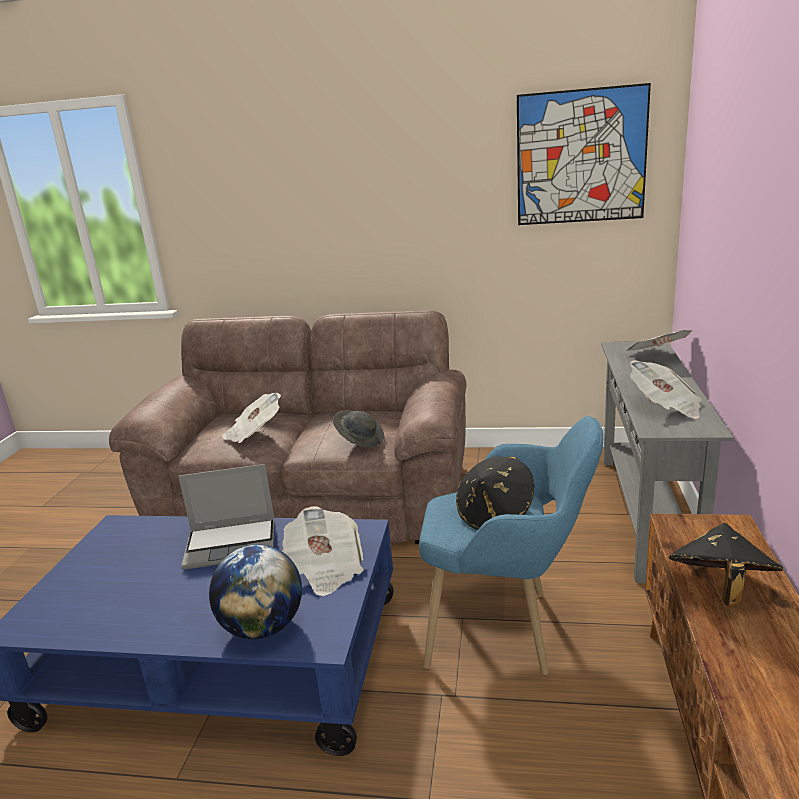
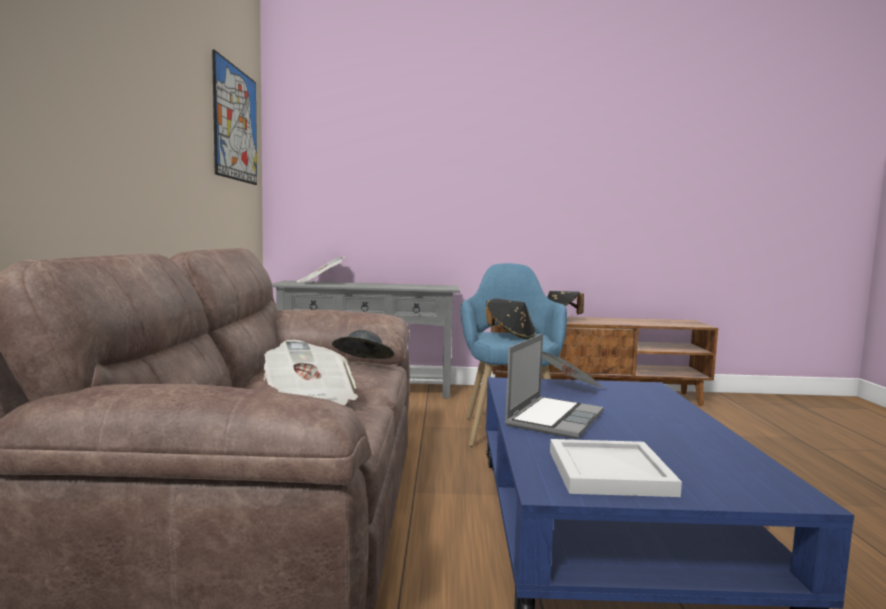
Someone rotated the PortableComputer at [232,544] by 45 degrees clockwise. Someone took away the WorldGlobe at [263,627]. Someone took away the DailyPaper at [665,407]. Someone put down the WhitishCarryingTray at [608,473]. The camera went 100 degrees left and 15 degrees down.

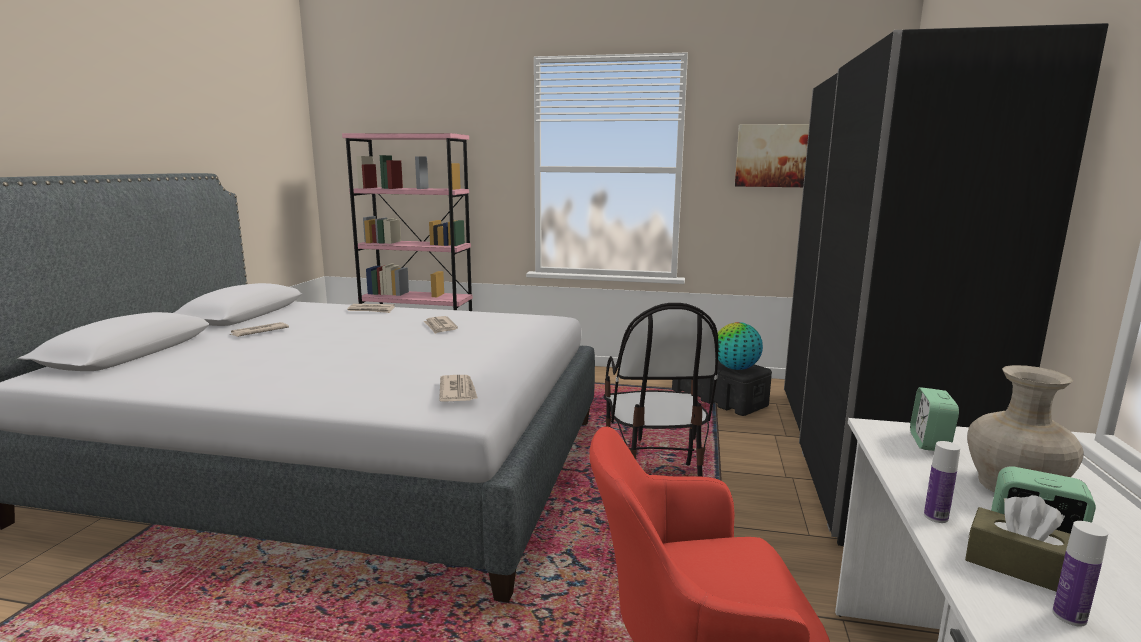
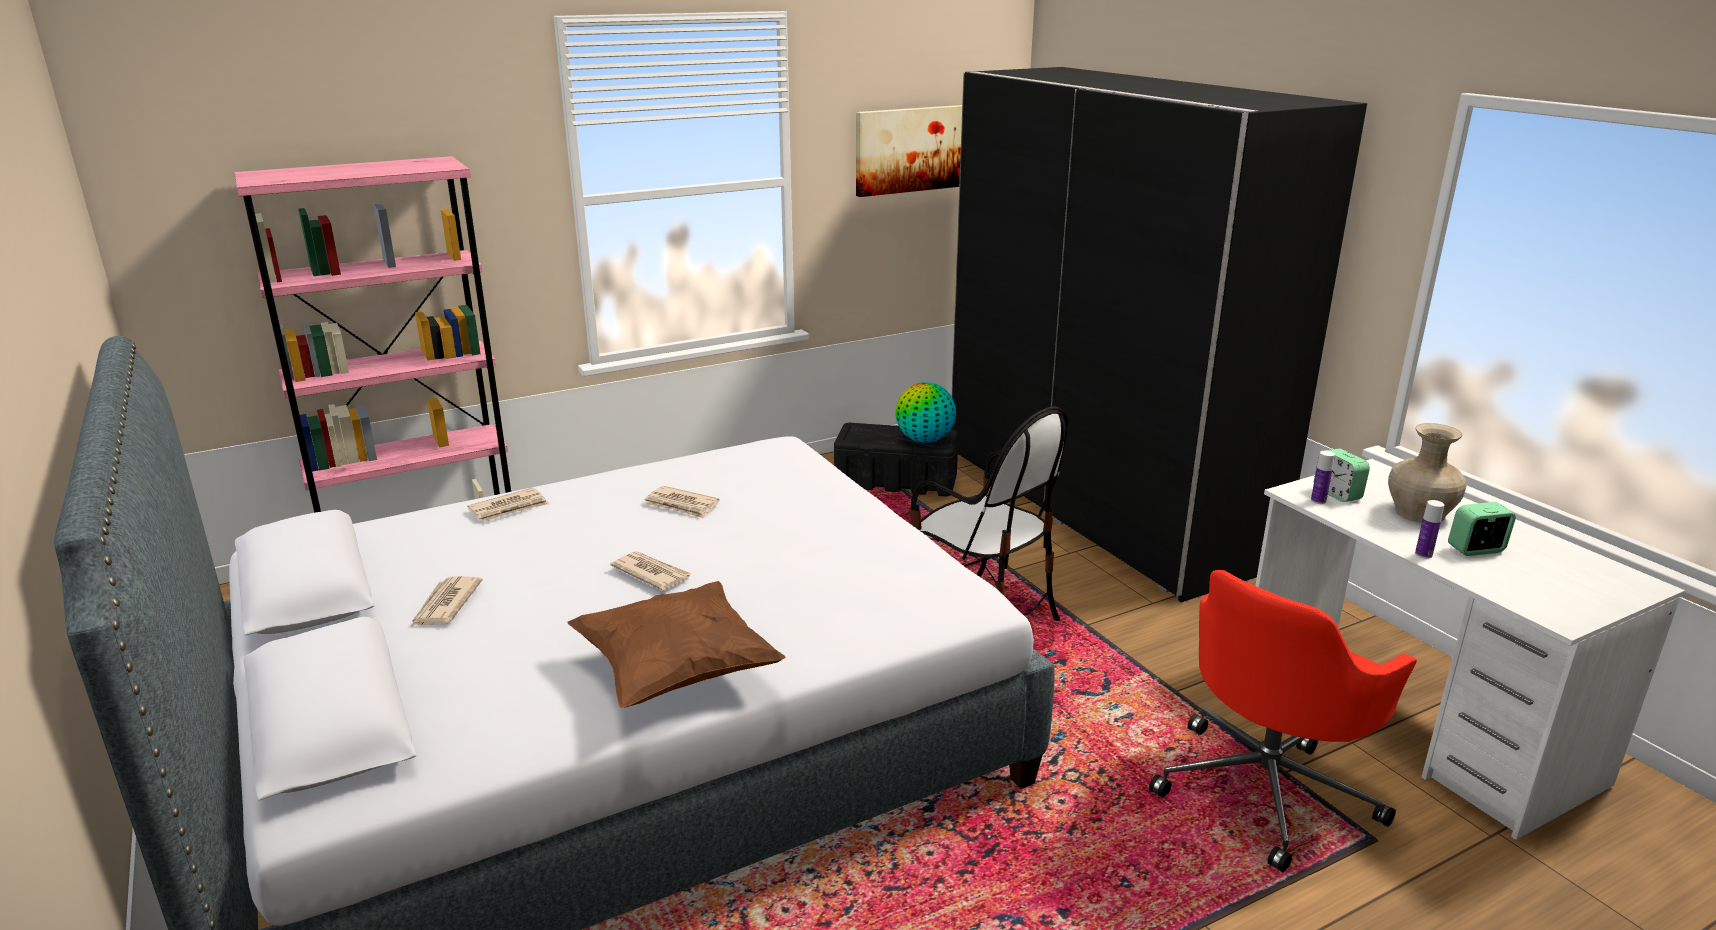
Someone carried the DailyPaper from [458,391] to [651,573]. Someone took away the BrownColouredBoxOfTissues at [1021,567]. Someone carried the BeverageBottle from [1069,616] to [1318,501]. Someone put down the BrownColouredCushion at [677,672]. The camera went 40 degrees left and 10 degrees up.

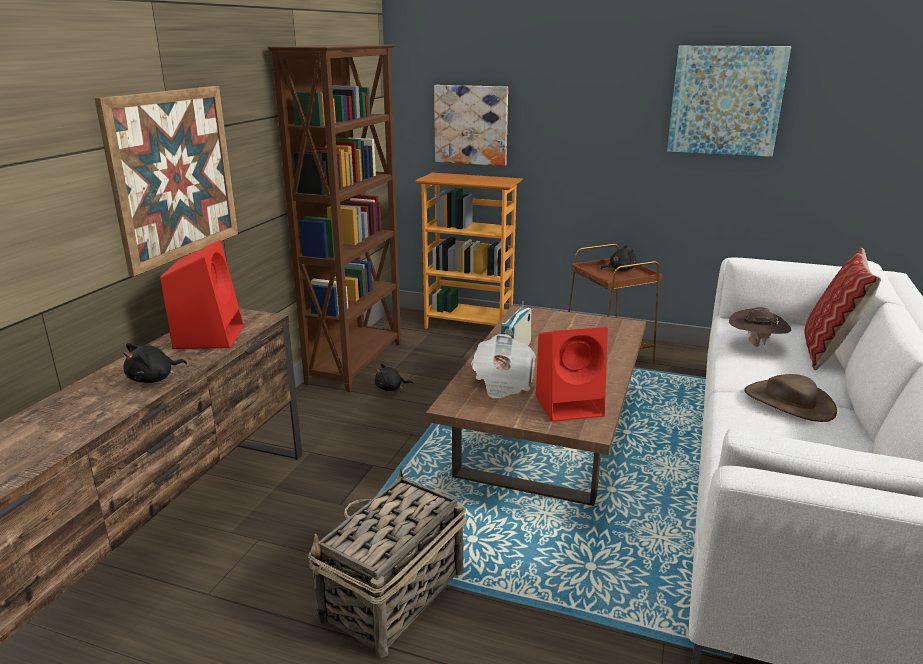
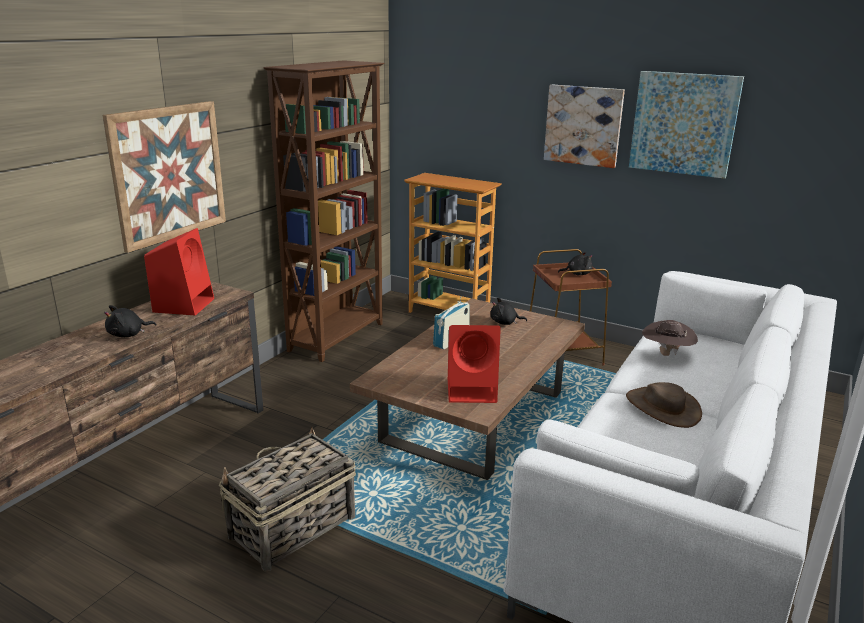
Someone carried the BlackColouredPlushToy from [391,388] to [505,323]. Someone carried the WallPicture from [471,125] to [583,125]. Someone took away the DailyPaper at [502,383]. Someone took away the Cushion at [828,352]. The camera went 10 degrees right and 0 degrees up.

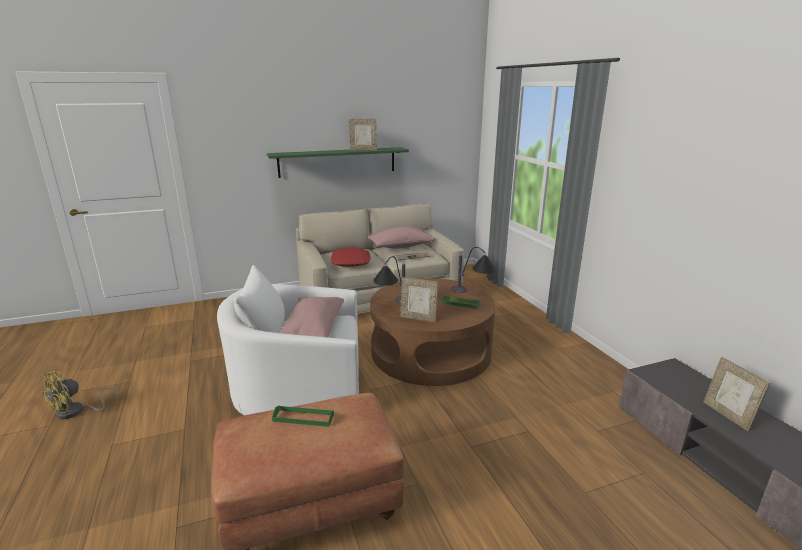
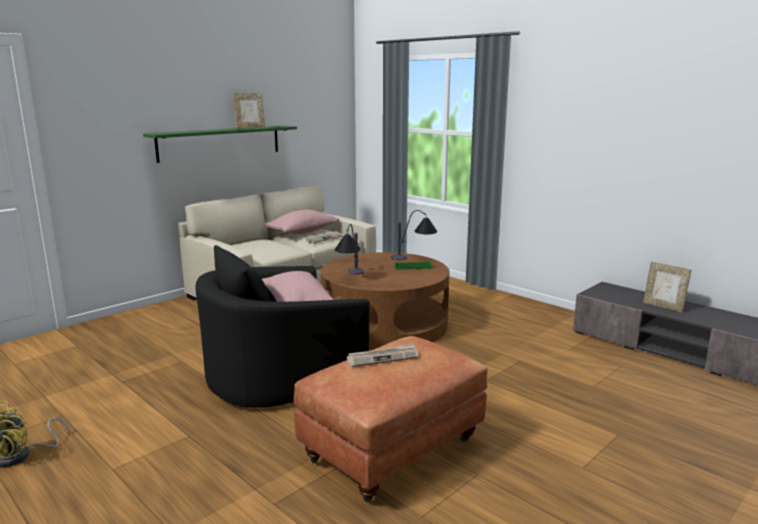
Someone repainted the WhitishLoungeChair at [300,386], which became the BlackColouredLoungeChair at [281,375]. Someone swapped the GreenCarryingTray at [303,418] for the DailyPaper at [383,357]. Someone took away the RedCushion at [351,262]. Someone took away the PhotoFrame at [418,318]. The camera went 25 degrees left and 5 degrees down.

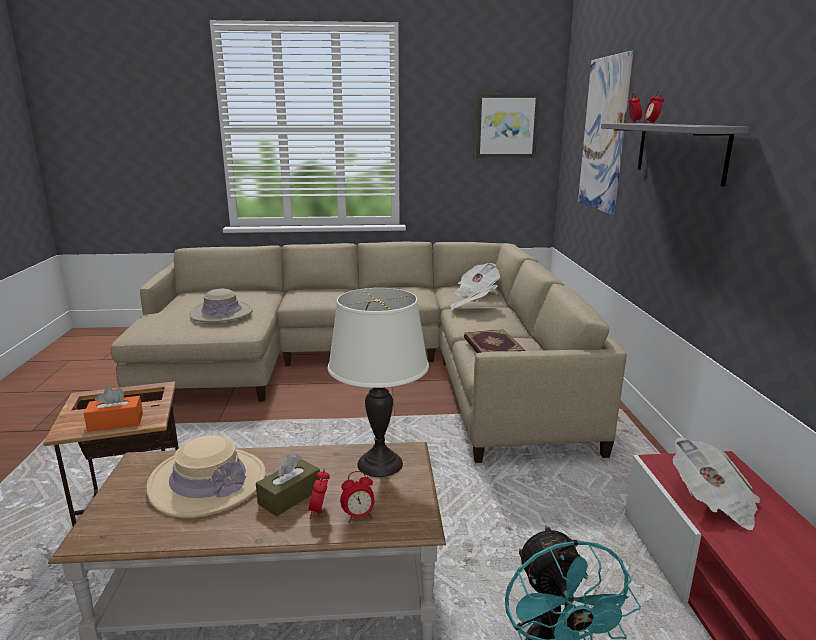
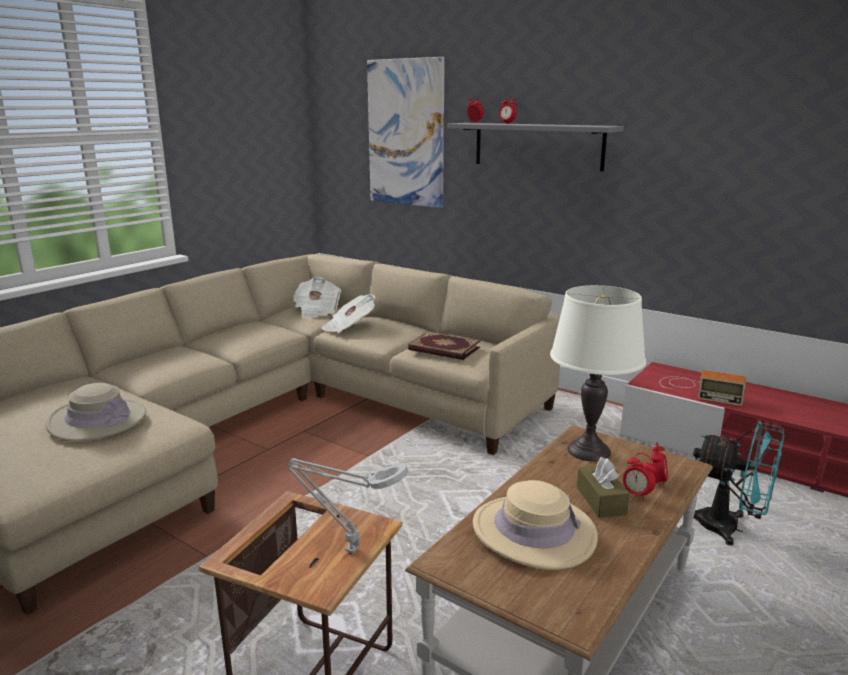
Someone swapped the OrangeColouredBoxOfTissues at [116,422] for the GreyTableLamp at [348,549]. Someone took away the WallPicture at [506,125]. Someone swapped the DailyPaper at [713,502] for the RadioSet at [698,390]. The camera went 50 degrees left and 0 degrees up.

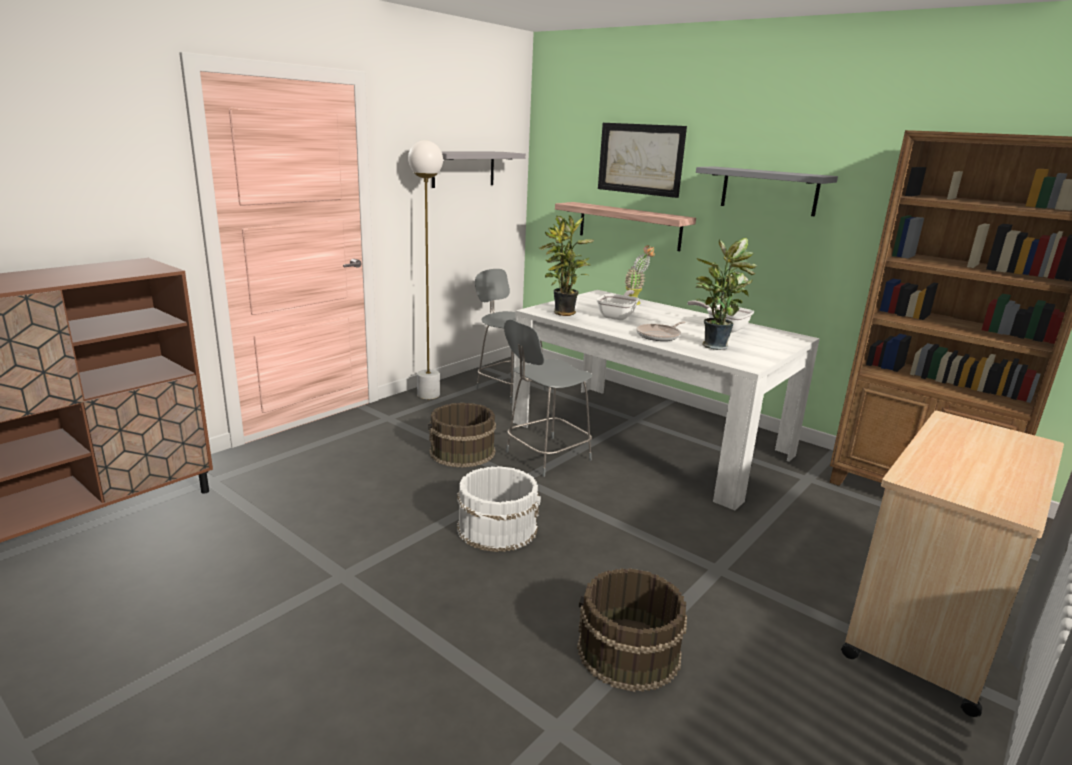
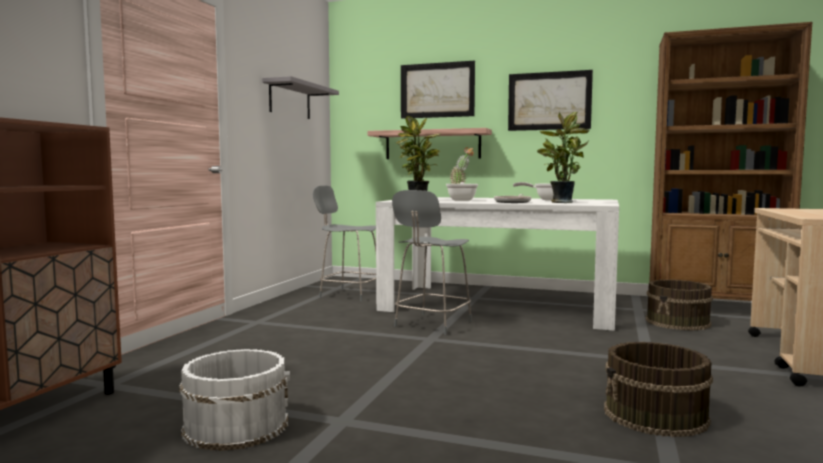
Someone took away the WhitishFloorLamp at [428,395]. Someone carried the BrownColouredPail from [462,452] to [678,322]. Someone carried the WhitishPail from [497,528] to [236,426]. Someone swapped the GreyBracketShelf at [769,191] for the WallPicture at [549,101]. The camera went 20 degrees left and 15 degrees down.

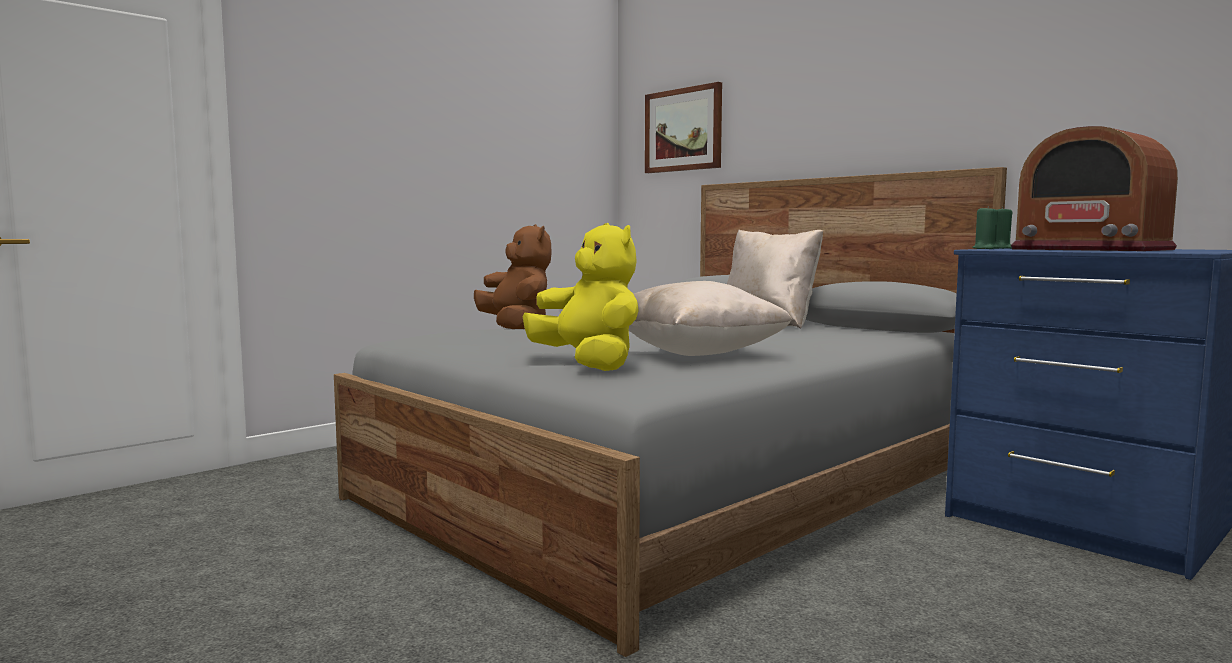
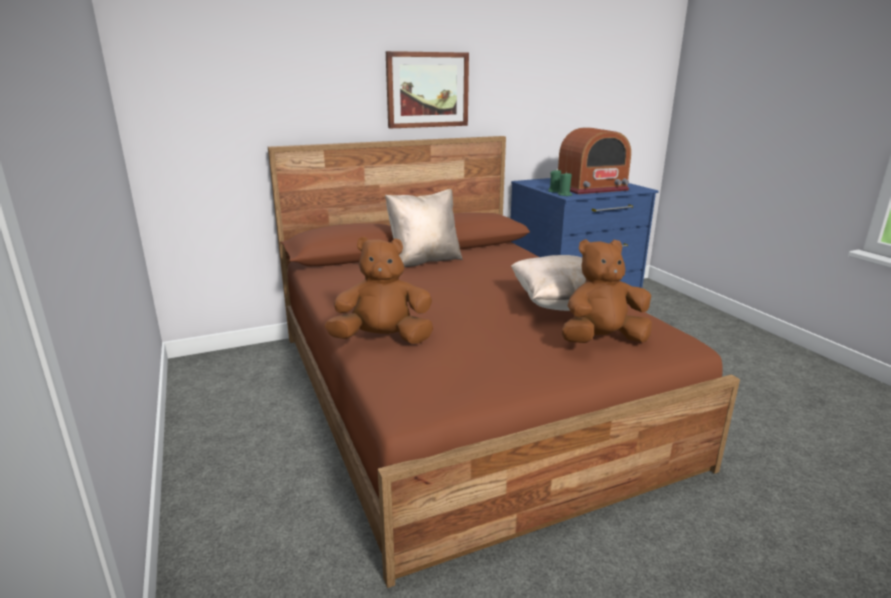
Someone repainted the GreySleepingBed at [683,485], which became the BrownColouredSleepingBed at [462,392]. Someone repainted the YellowPlushToy at [589,364], which became the BrownColouredPlushToy at [602,340]. Someone carried the WallPicture from [683,130] to [427,90]. The camera went 70 degrees left and 15 degrees up.

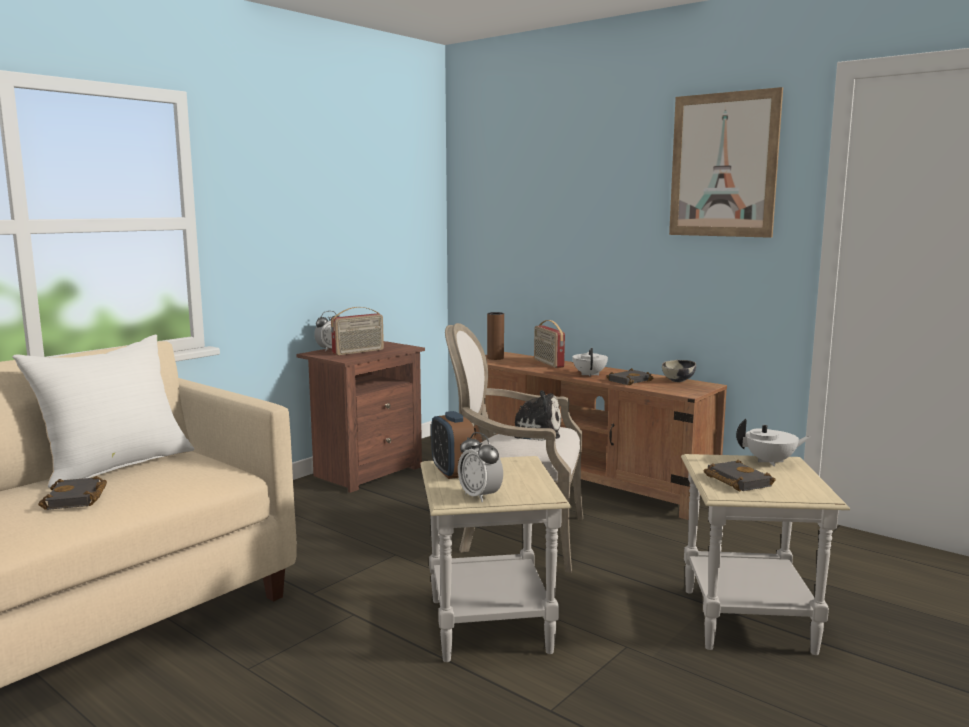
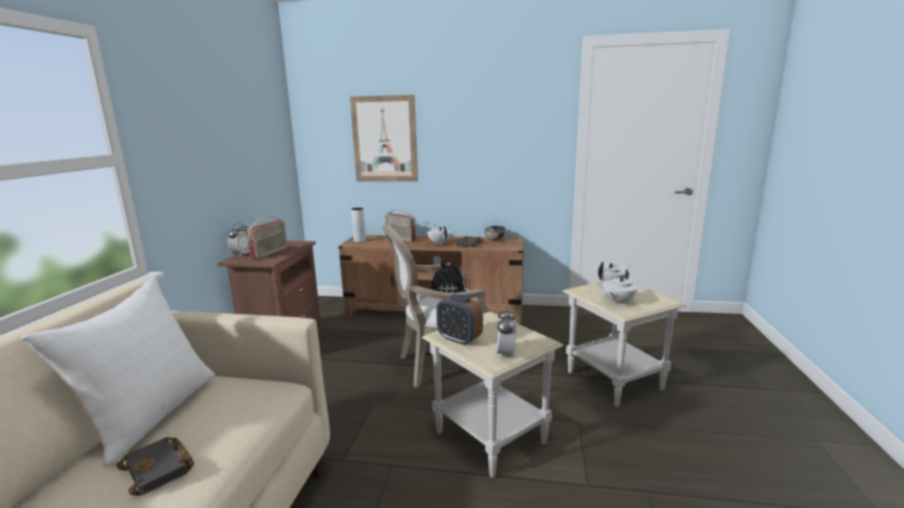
Someone rotated the TableClock at [480,496] by 75 degrees clockwise. Someone repainted the BrownColouredDecorativeVase at [495,358], which became the GreyDecorativeVase at [359,240]. Someone carried the WallPicture from [723,165] to [384,139]. Someone swapped the BlackColouredBook at [735,481] for the WhitishPotForTea at [617,302]. The camera went 30 degrees left and 5 degrees up.

